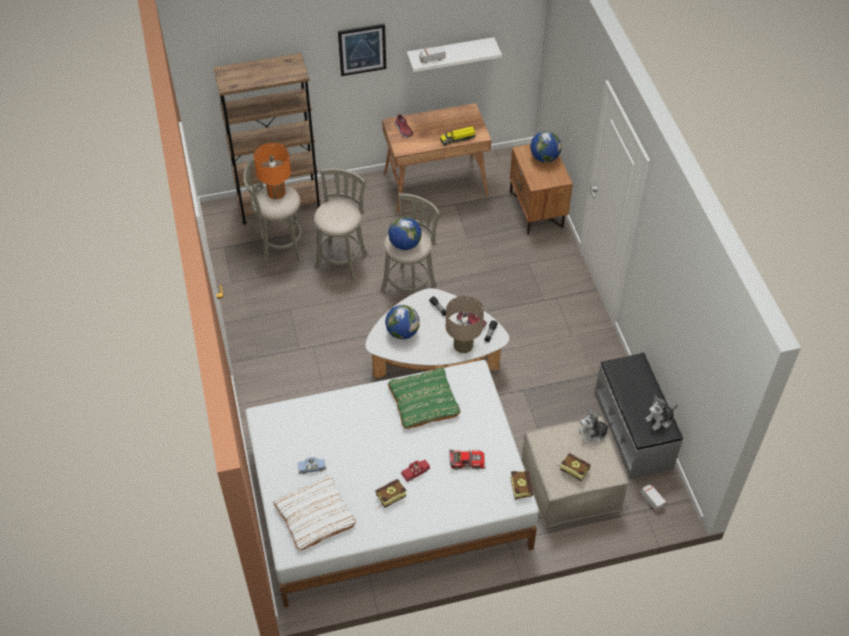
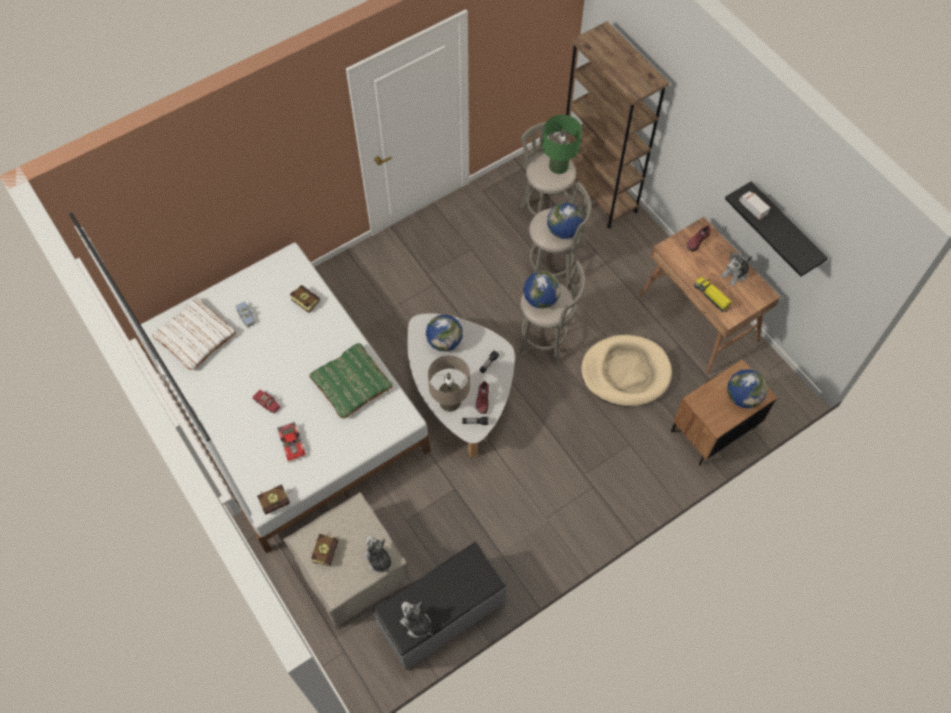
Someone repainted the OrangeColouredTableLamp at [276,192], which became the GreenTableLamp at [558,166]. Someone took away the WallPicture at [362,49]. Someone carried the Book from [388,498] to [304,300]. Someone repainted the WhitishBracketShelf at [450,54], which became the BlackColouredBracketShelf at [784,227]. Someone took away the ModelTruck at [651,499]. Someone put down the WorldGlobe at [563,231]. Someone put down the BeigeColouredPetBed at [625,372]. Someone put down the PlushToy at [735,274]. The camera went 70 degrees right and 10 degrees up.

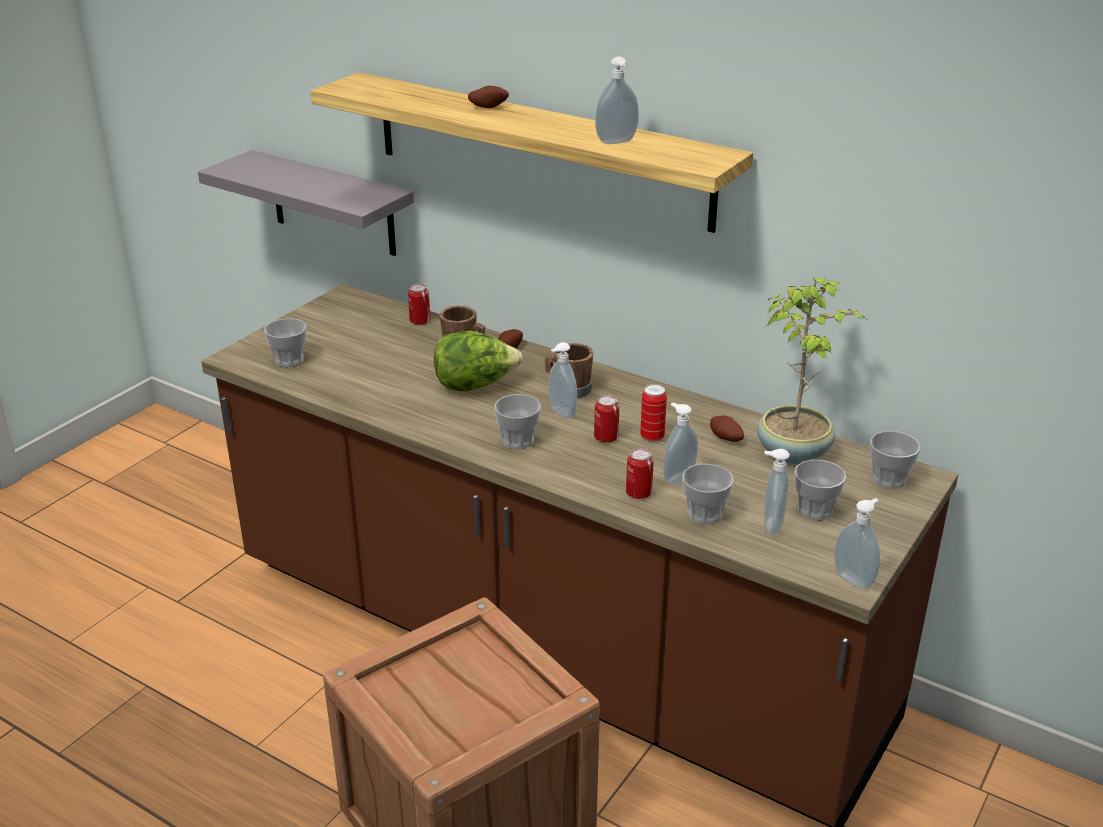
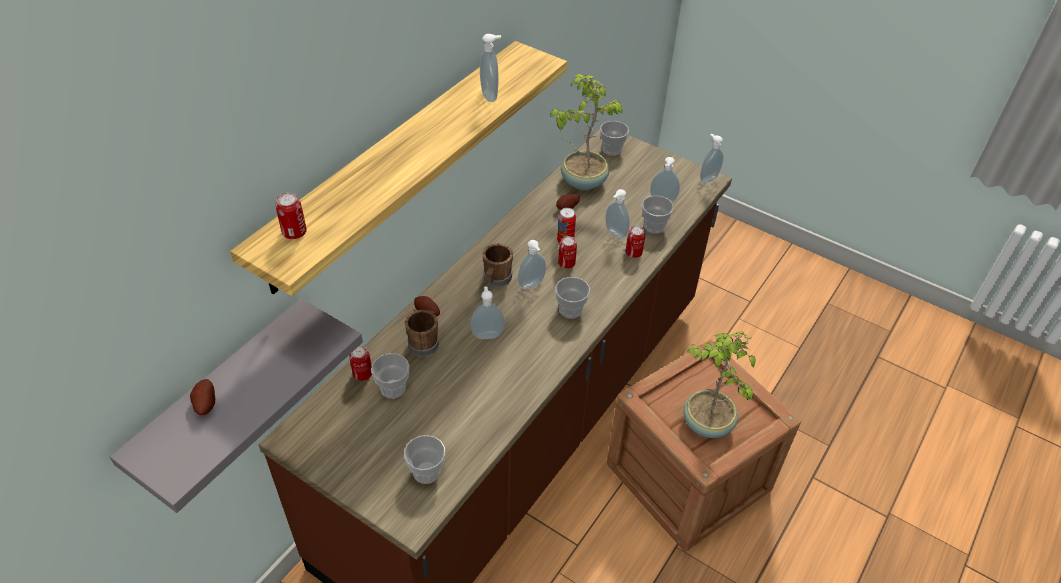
Someone swapped the LettuceHead at [475,386] for the SoapBottle at [487,334]. Someone carried the Spud from [488,107] to [205,404]. Someone carried the SmallCup from [815,510] to [393,388]. Someone put down the Can at [294,232]. Someone put down the Houseplant at [706,424]. The camera went 90 degrees left and 15 degrees up.

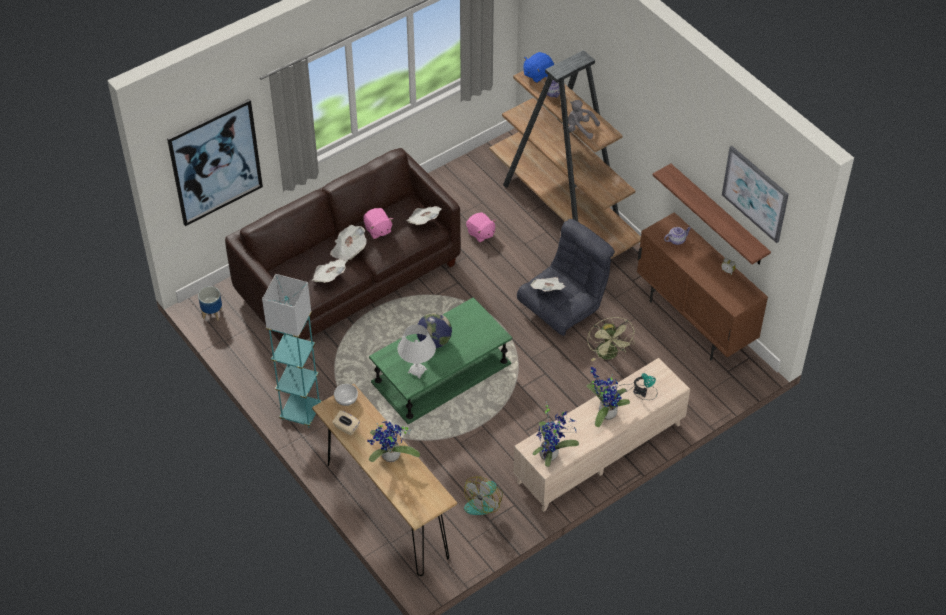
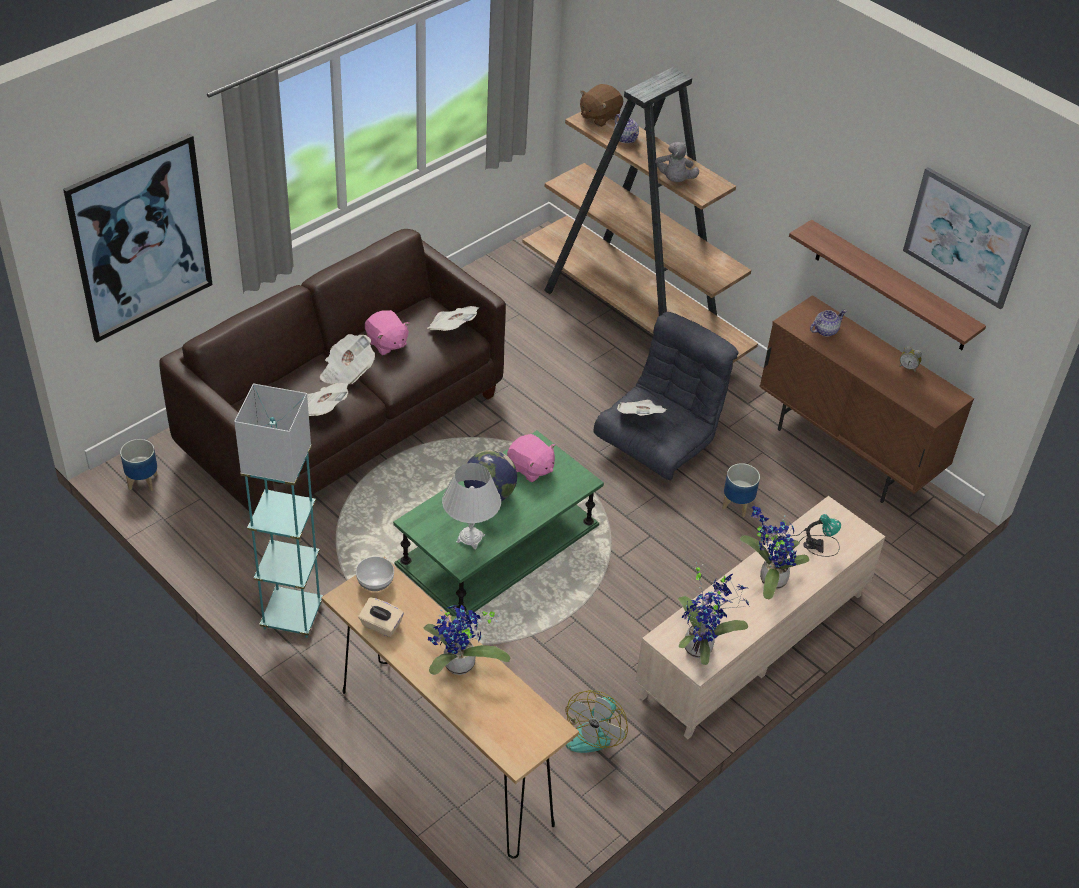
Someone carried the PinkPlushToy from [480,233] to [530,468]. Someone repainted the BluishPlushToy at [537,74], which became the BrownColouredPlushToy at [599,116]. Someone rotated the GreyPlushToy at [580,128] by 105 degrees counterclockwise. Someone swapped the GreenElectricFan at [609,355] for the FlowerPot at [737,505]. The camera went 10 degrees left and 5 degrees down.

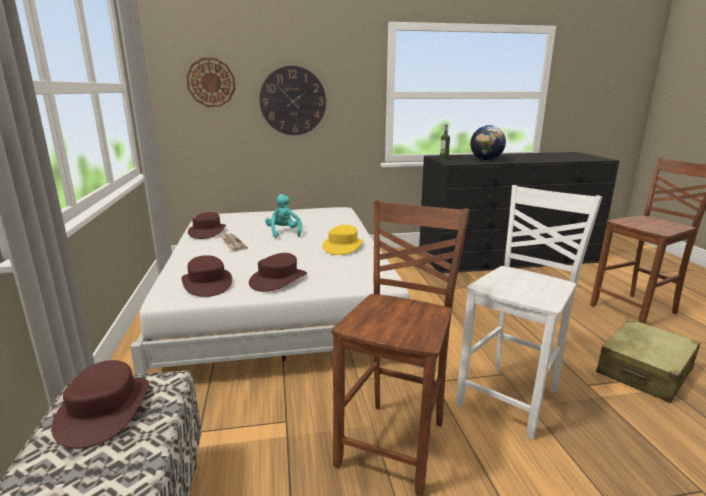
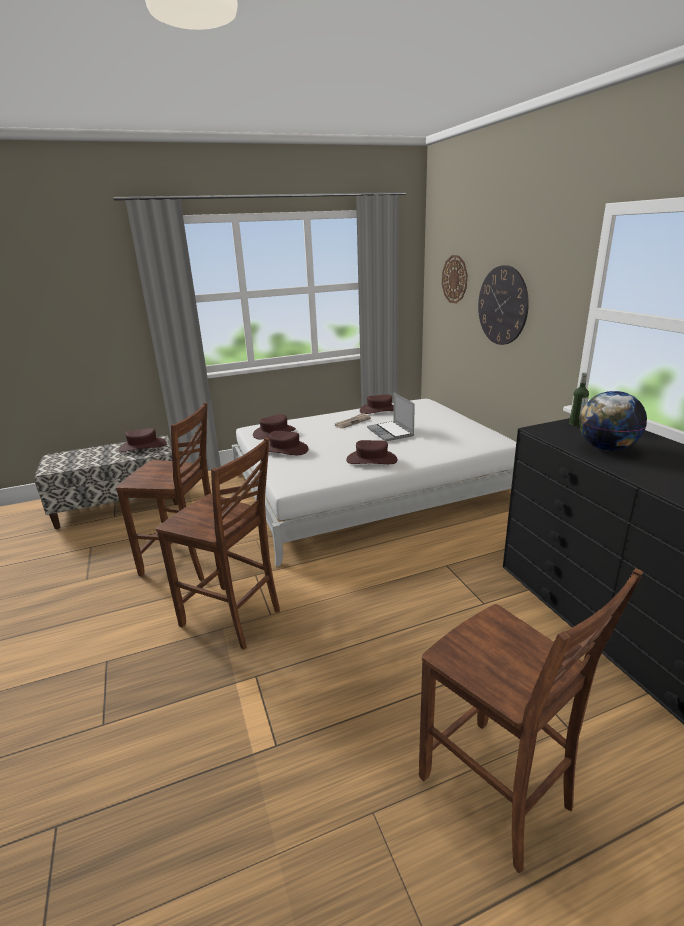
Someone swapped the TurquoiseColouredPlushToy at [284,233] for the PortableComputer at [391,432]. Someone repainted the YellowHat at [343,246], which became the BrownColouredHat at [371,460]. Someone repainted the WhitishChair at [512,398], which became the BrownColouredChair at [233,618]. Someone took away the BeigeColouredPieceOfLuggage at [644,371]. The camera went 80 degrees right and 5 degrees up.

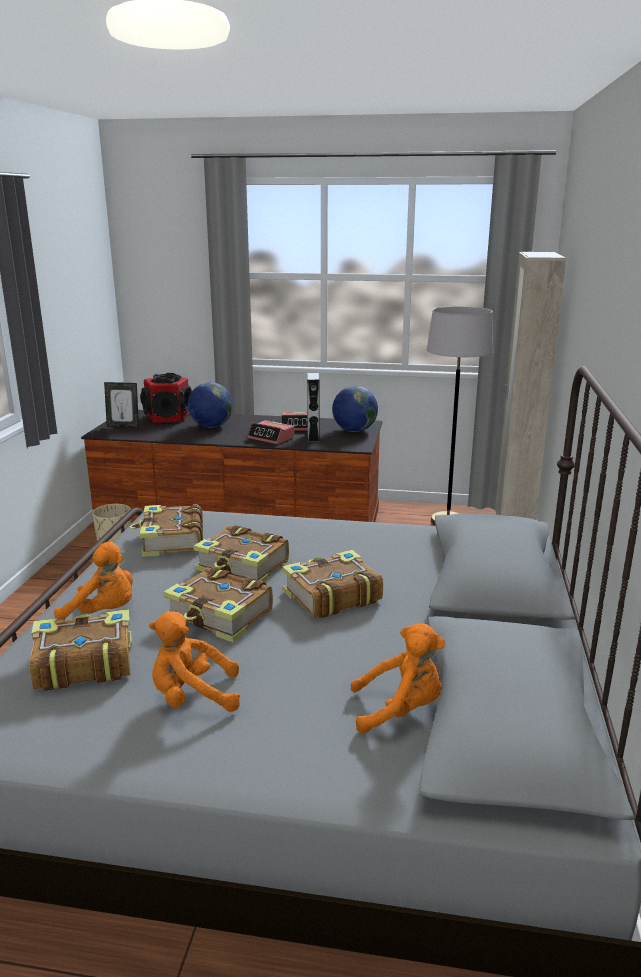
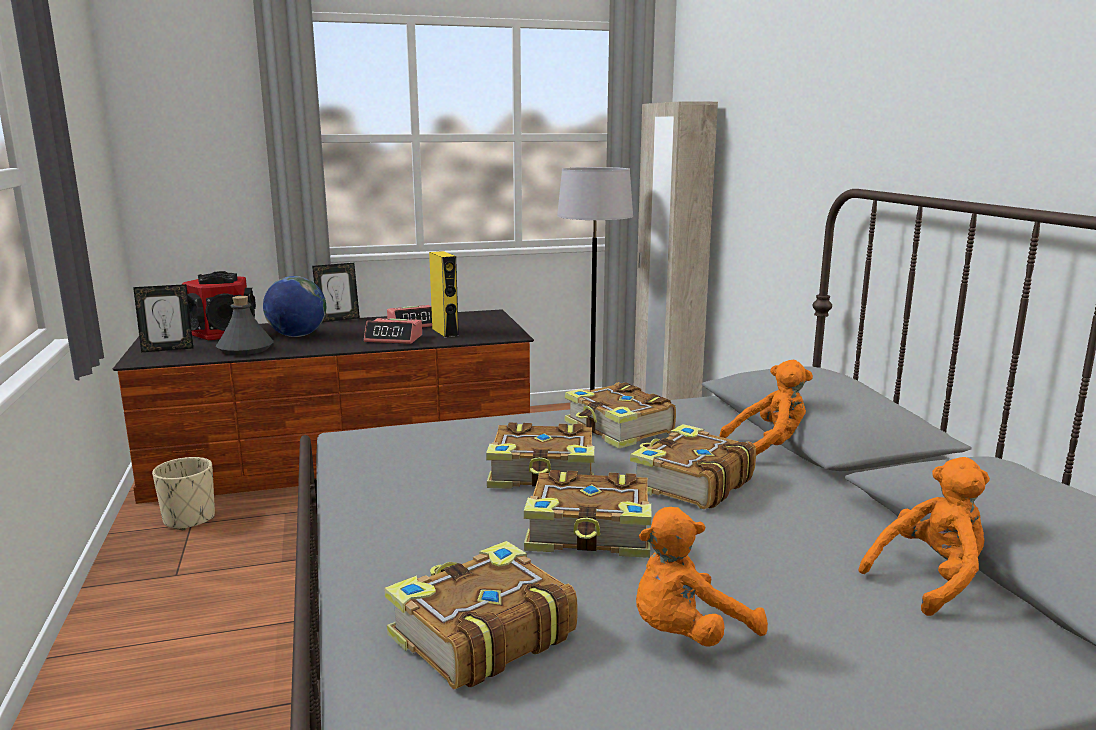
Someone carried the OrangeColouredPlushToy from [104,613] to [769,447]. Someone carried the Book from [171,541] to [618,429]. Someone repainted the GreySpeaker at [313,437], which became the YellowSpeaker at [445,332]. Someone took away the WorldGlobe at [354,431]. Someone put down the GreyBeverageBottle at [245,349]. Someone put down the PhotoFrame at [338,319]. The camera went 25 degrees left and 5 degrees down.

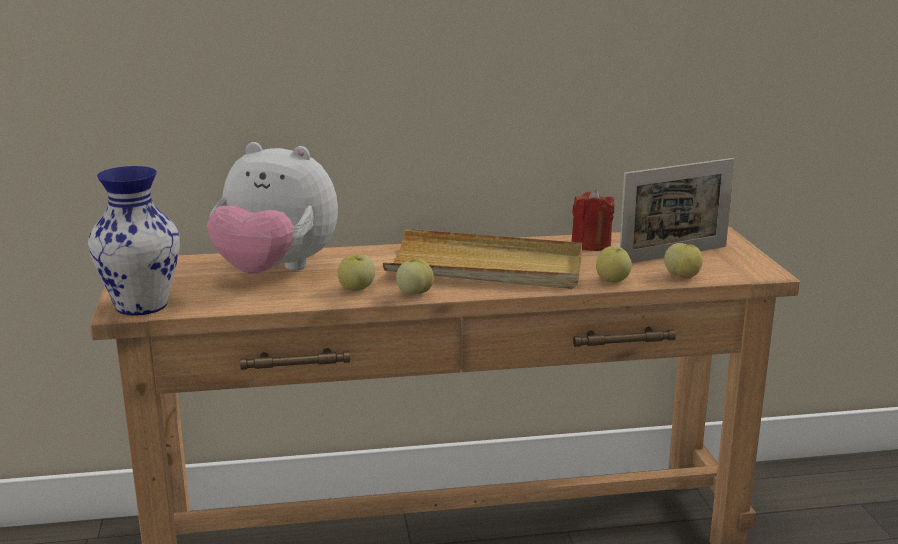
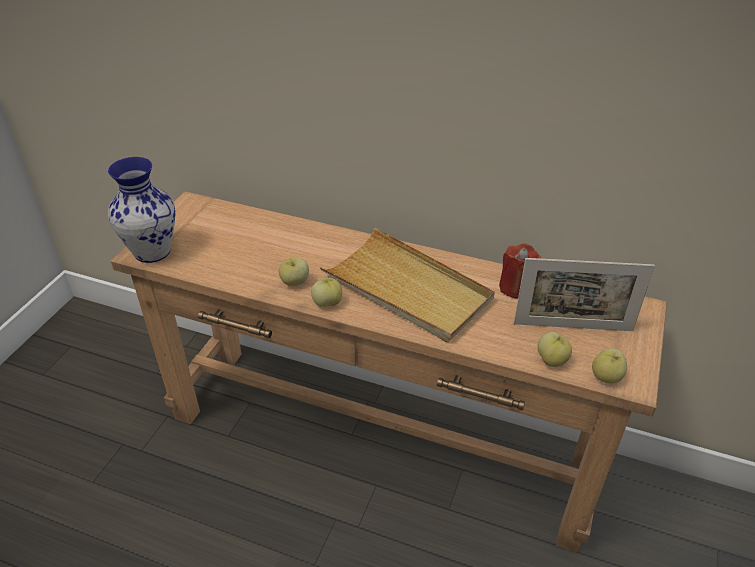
Someone took away the PlushToy at [275,271]. Someone carried the Apple from [613,280] to [606,377]. The camera went 30 degrees right and 20 degrees up.

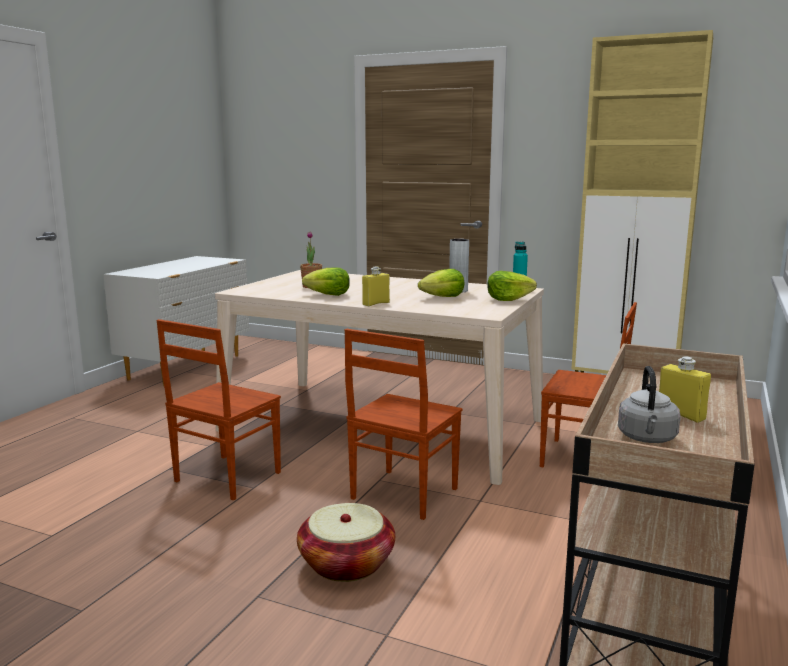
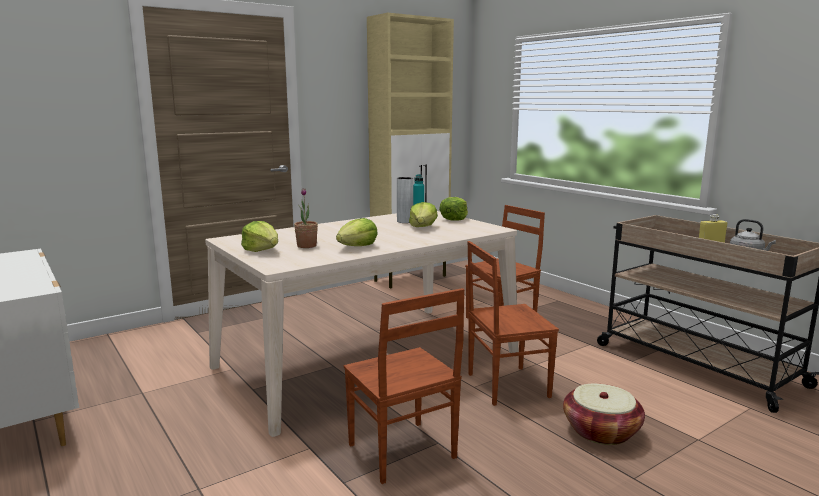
Someone rotated the BrownColouredChair at [402,494] by 105 degrees clockwise. Someone took away the YellowBeverageBottle at [376,304]. Someone put down the LettuceHead at [262,250]. The camera went 60 degrees left and 0 degrees up.

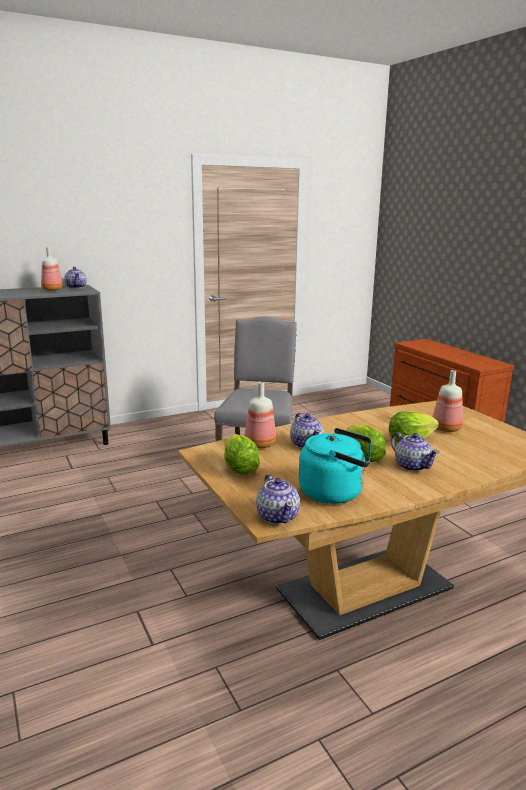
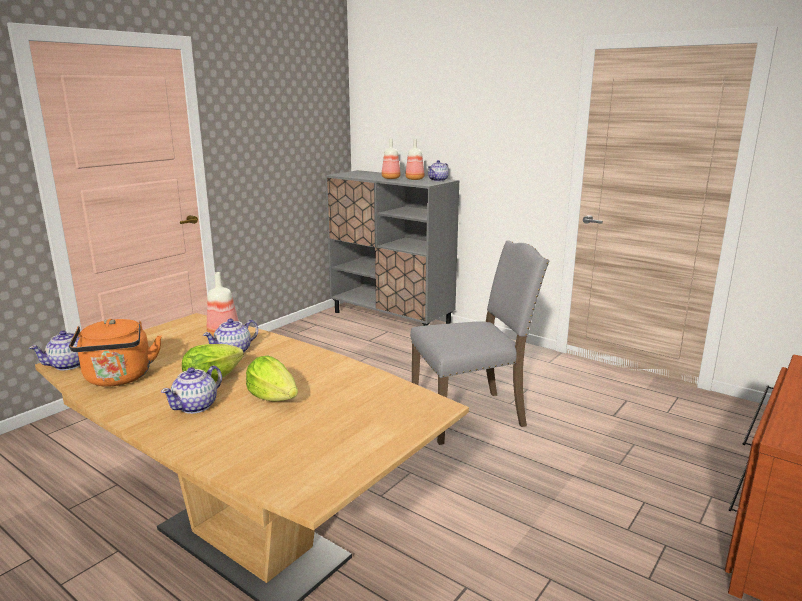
Someone took away the LettuceHead at [239,468]. Someone repainted the TurquoiseColouredTeaKettle at [335,492], which became the OrangeColouredTeaKettle at [118,379]. Someone carried the BeverageBottle from [446,429] to [390,178]. The camera went 65 degrees right and 0 degrees up.

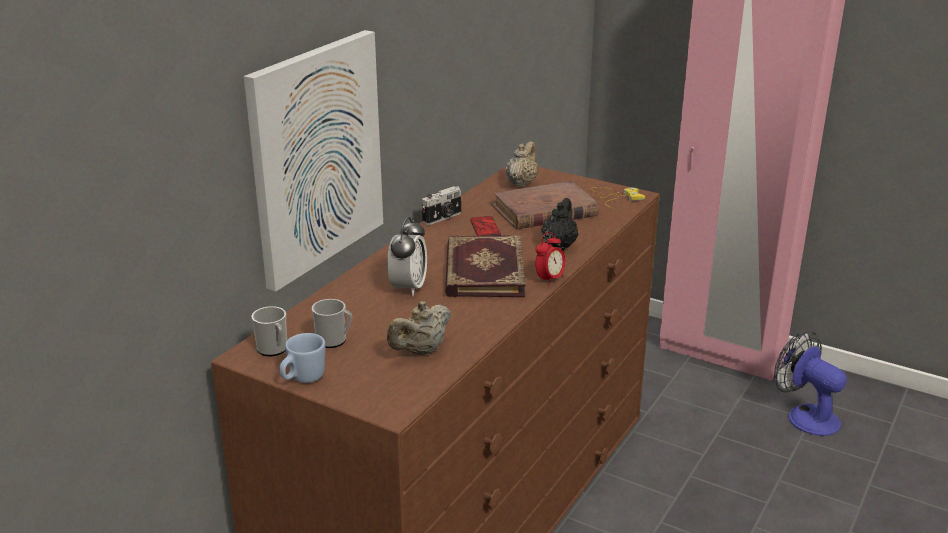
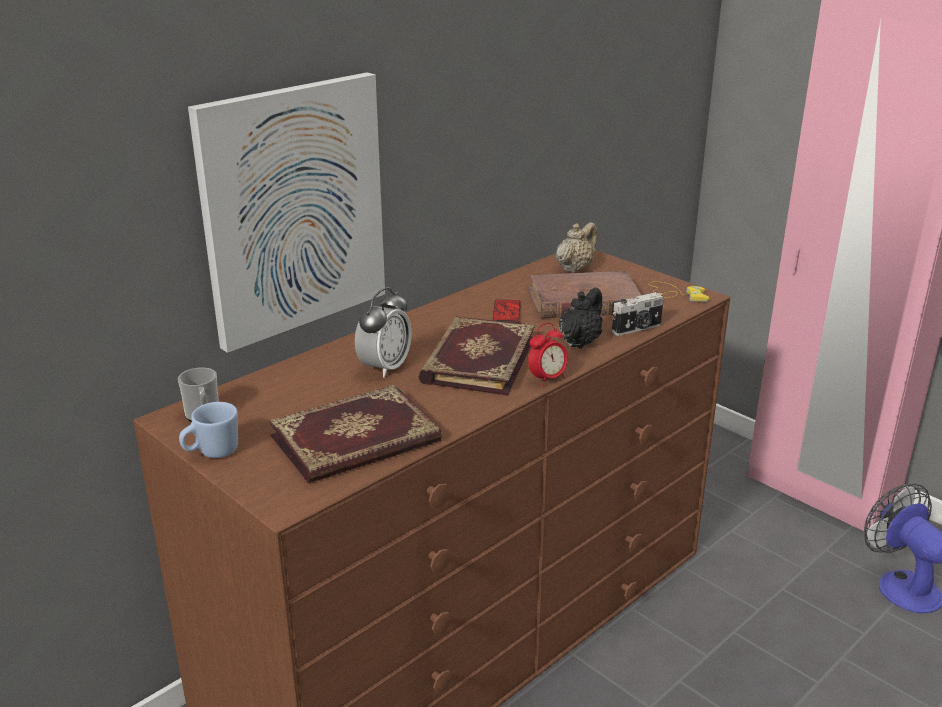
Someone took away the TeaMug at [334,340]. Someone swapped the BeigeColouredPotForTea at [421,351] for the Book at [356,440]. Someone carried the StillCamera from [443,218] to [637,329]. The camera went 15 degrees right and 0 degrees up.

